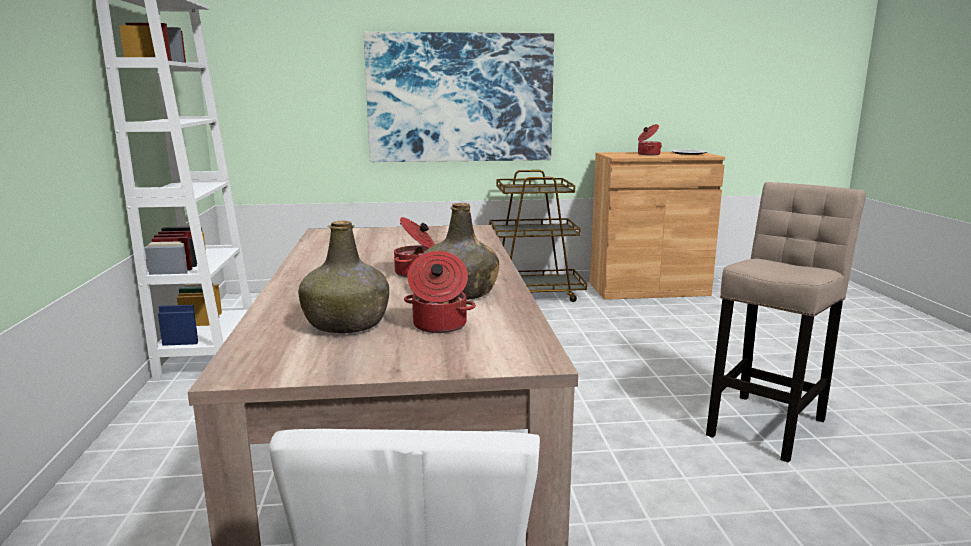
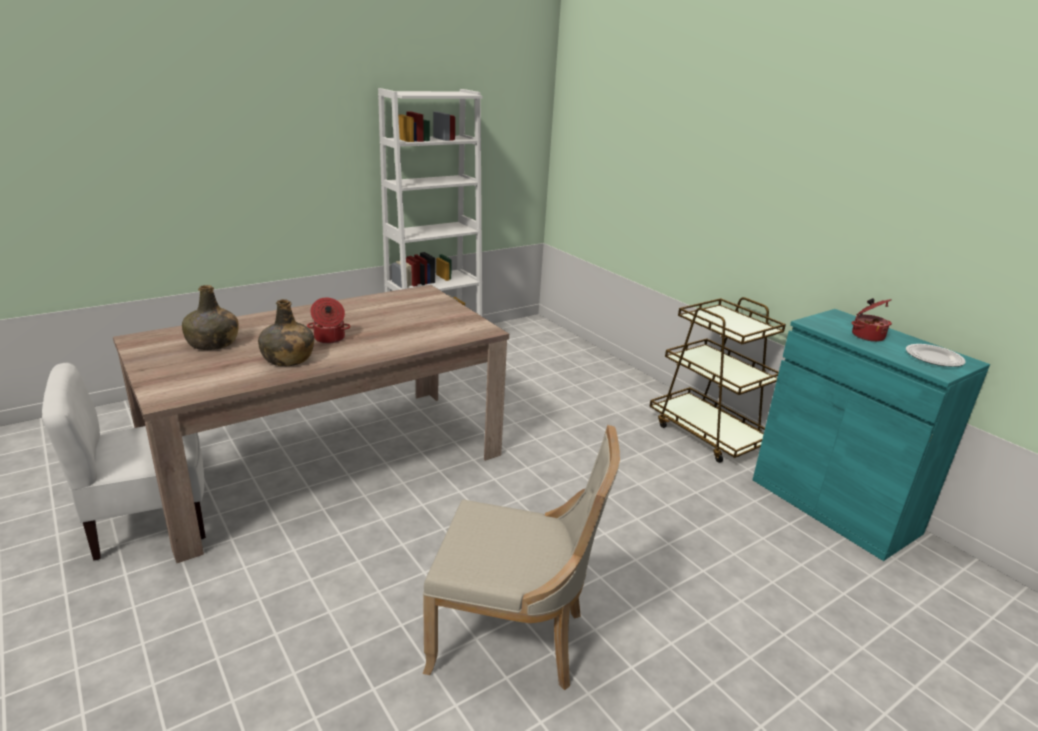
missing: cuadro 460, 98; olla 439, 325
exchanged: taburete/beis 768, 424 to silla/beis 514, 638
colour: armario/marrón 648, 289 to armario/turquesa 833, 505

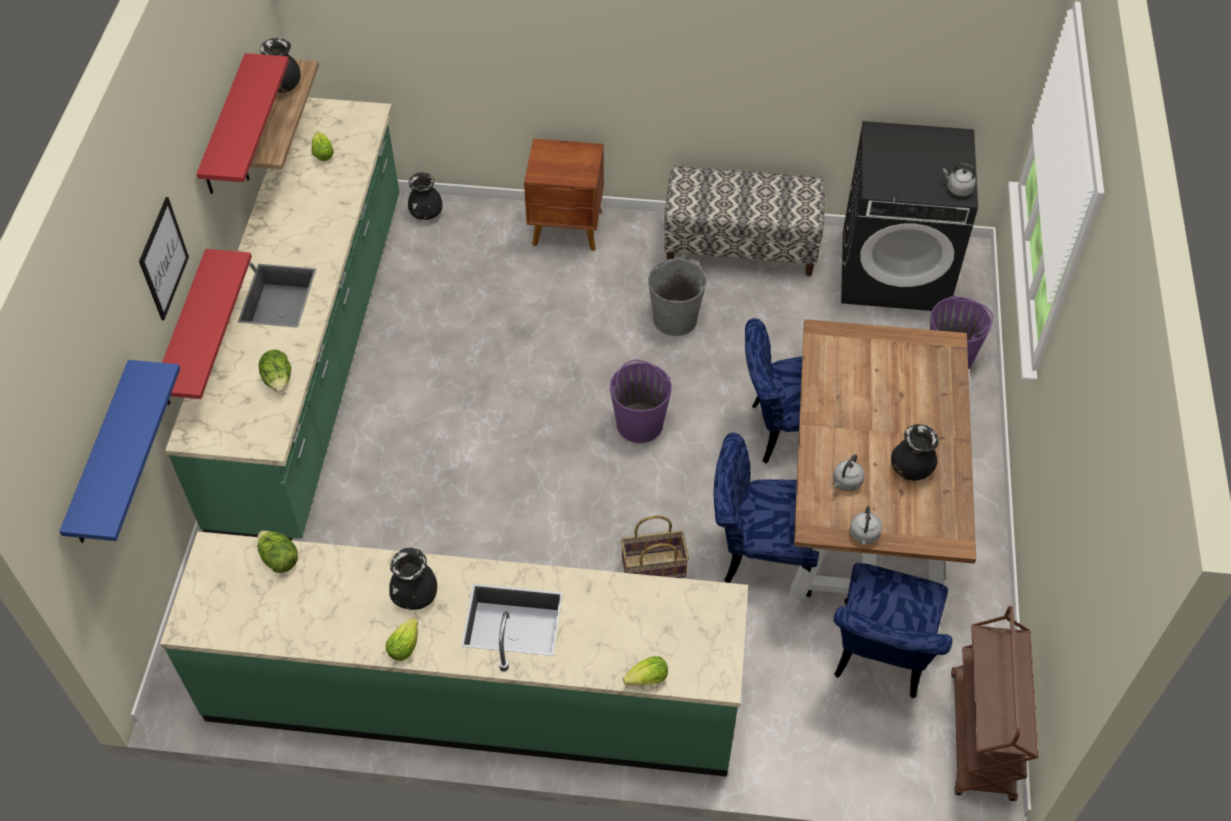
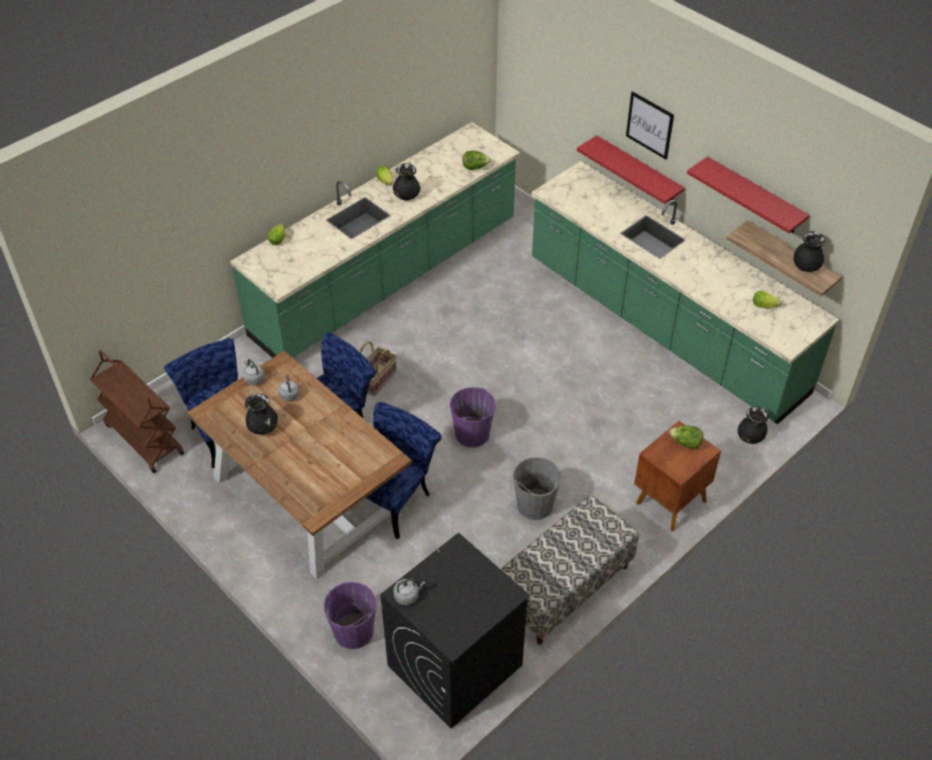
missing: estante/azul 102, 456
relocated: lechuga 278, 380 to 685, 443

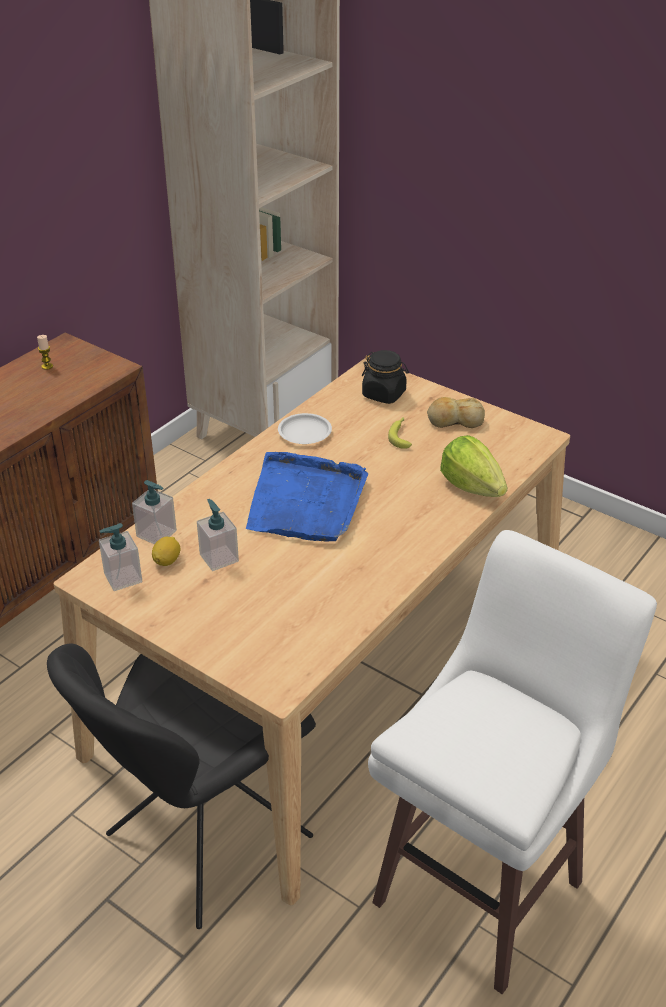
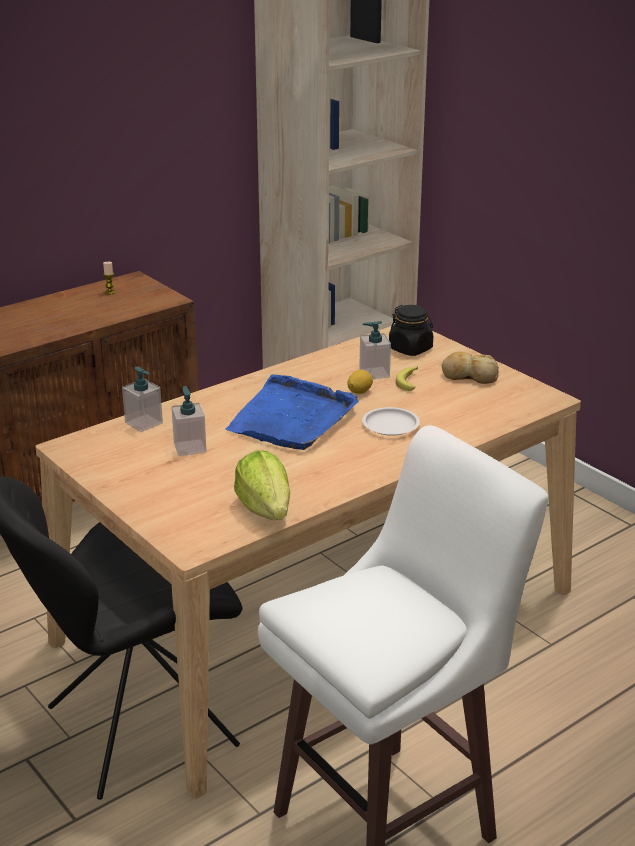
relocated: dispensador de jabón 123, 578 to 374, 373; limón 167, 560 to 359, 391; plato/blanco 305, 432 to 391, 425; lechuga 472, 486 to 266, 509

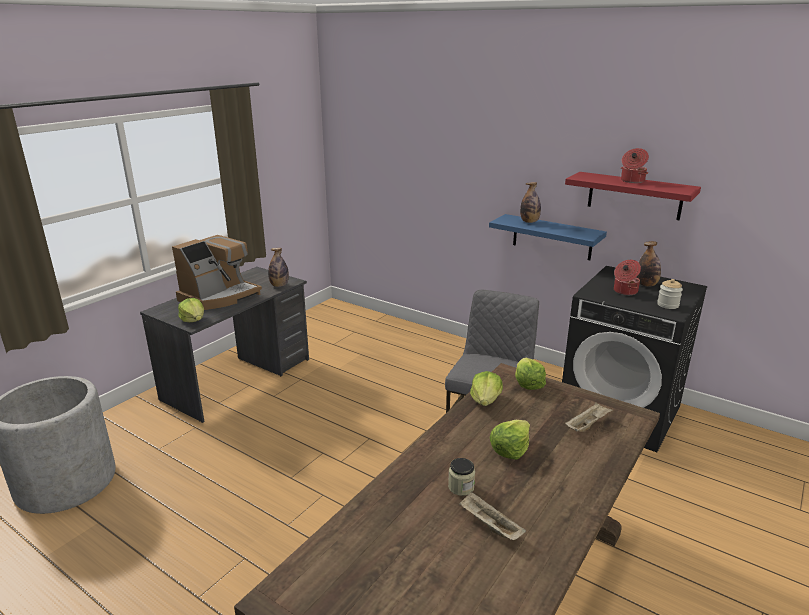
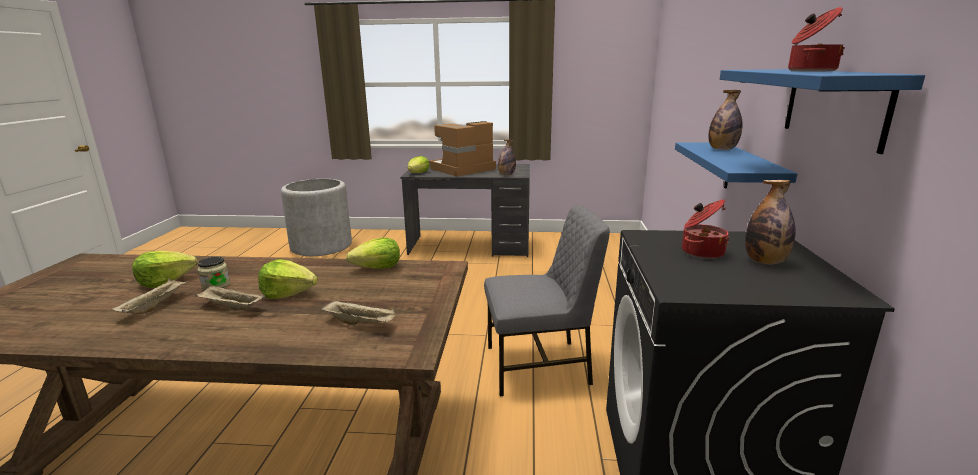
missing: tarro 667, 305
appeared: bandeja/beis 230, 307
relocated: lechuga 528, 383 to 165, 281
colour: estante/rojo 634, 196 to estante/azul 834, 106
spun: cafetera 219, 296 = 462, 169 135 degrees clockwise

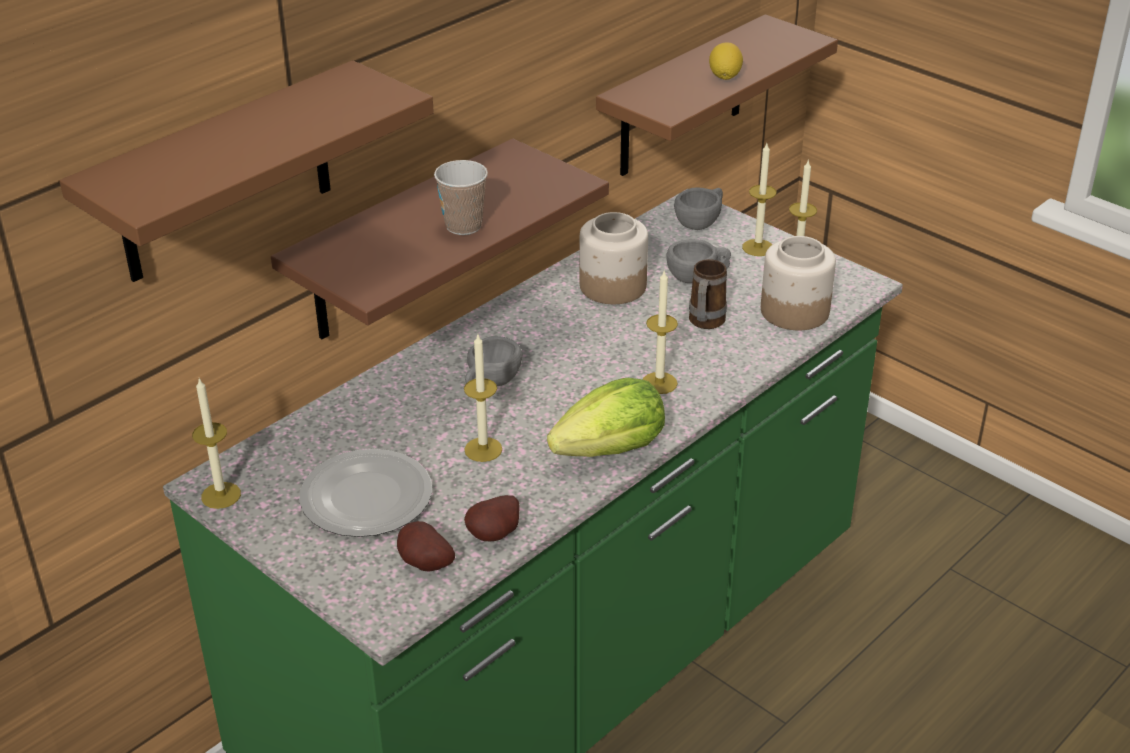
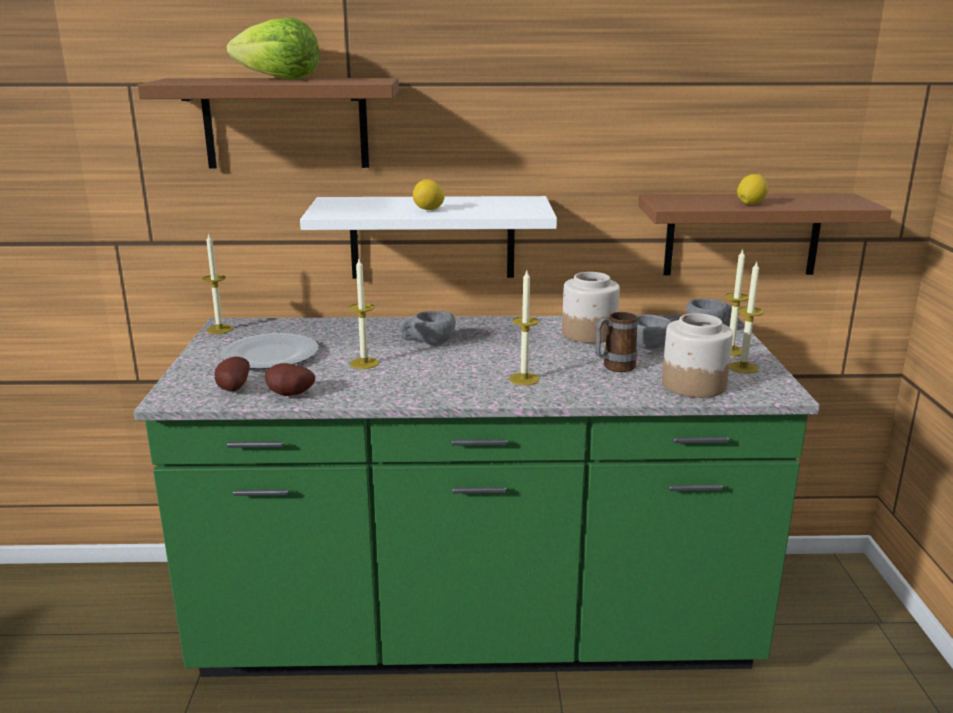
relocated: lechuga 611, 450 to 279, 79
exchanged: taza 463, 226 to limón 429, 210
colour: estante/marrón 402, 243 to estante/blanco 432, 237

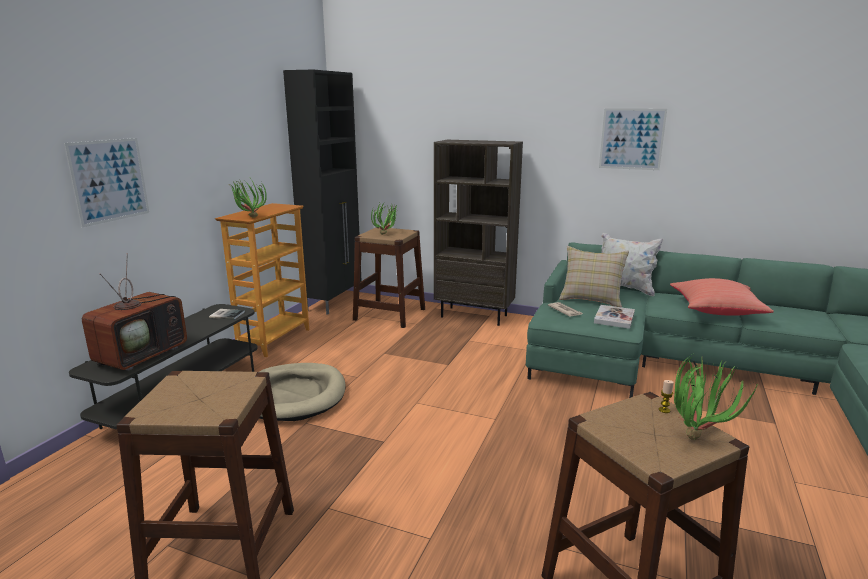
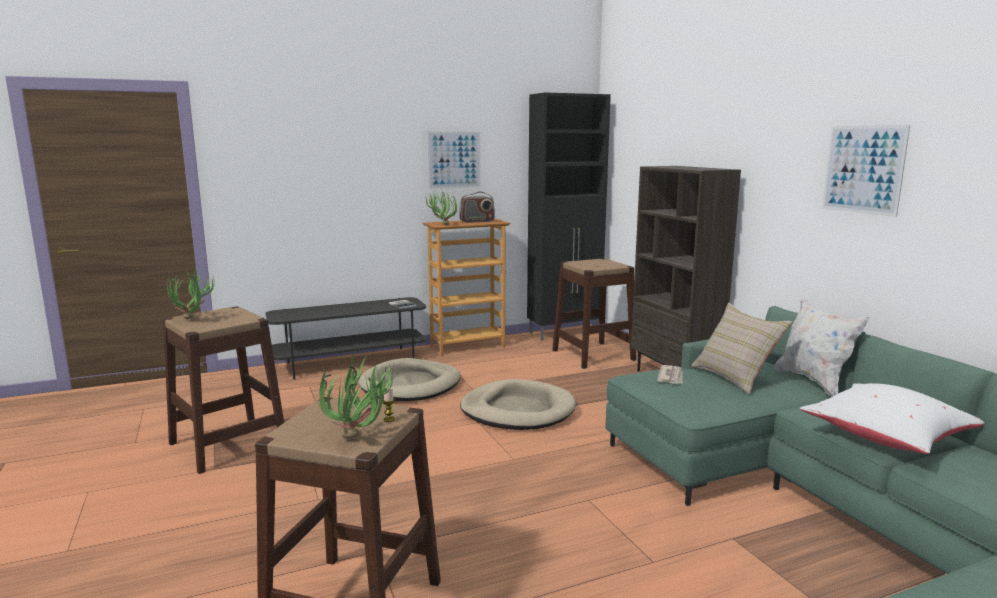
missing: televisor 142, 354; libro 614, 318
appeared: radio 477, 221; cama para perro/beis 517, 410
relocated: cuadro 109, 180 to 454, 160; planta en maceta 387, 234 to 192, 320
colour: cojín/rojo 716, 312 to cojín/blanco 884, 439

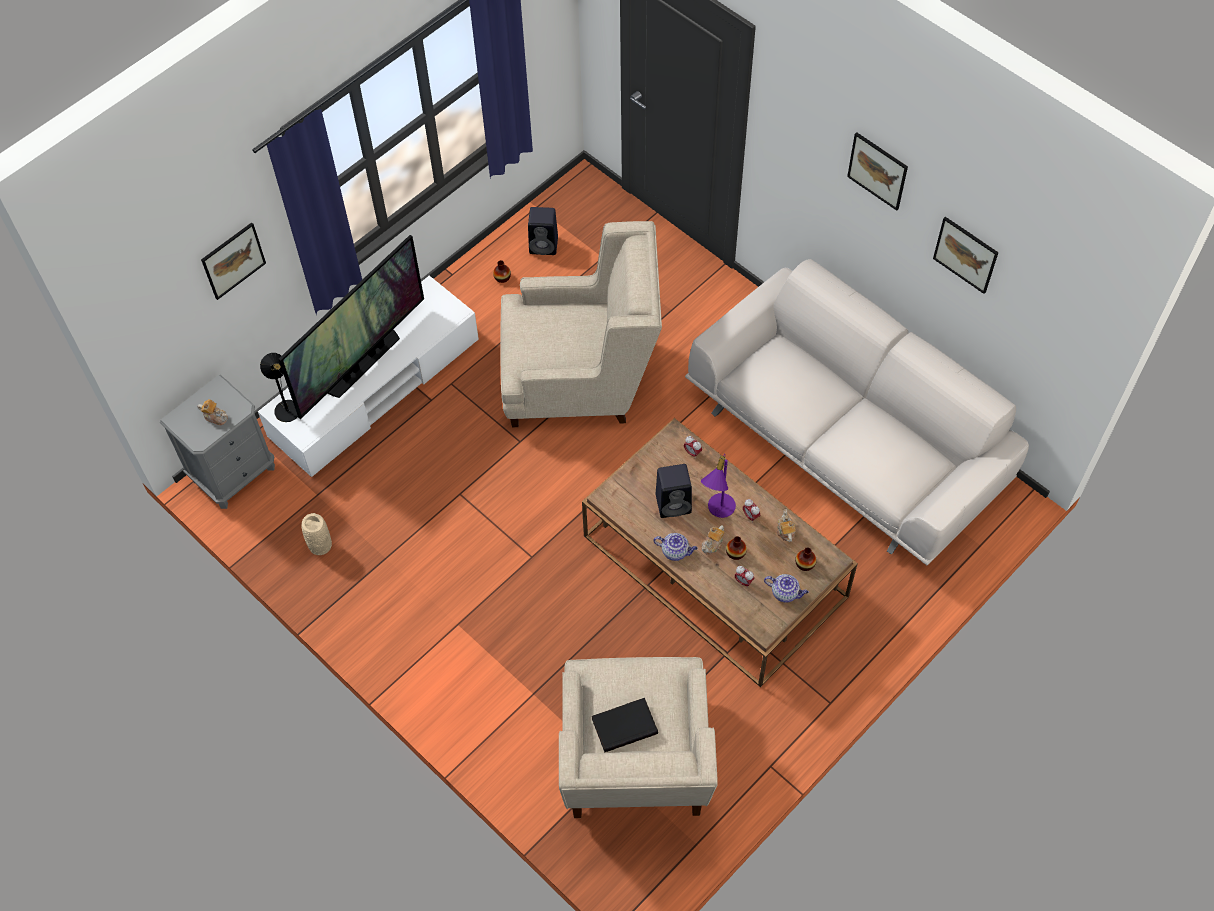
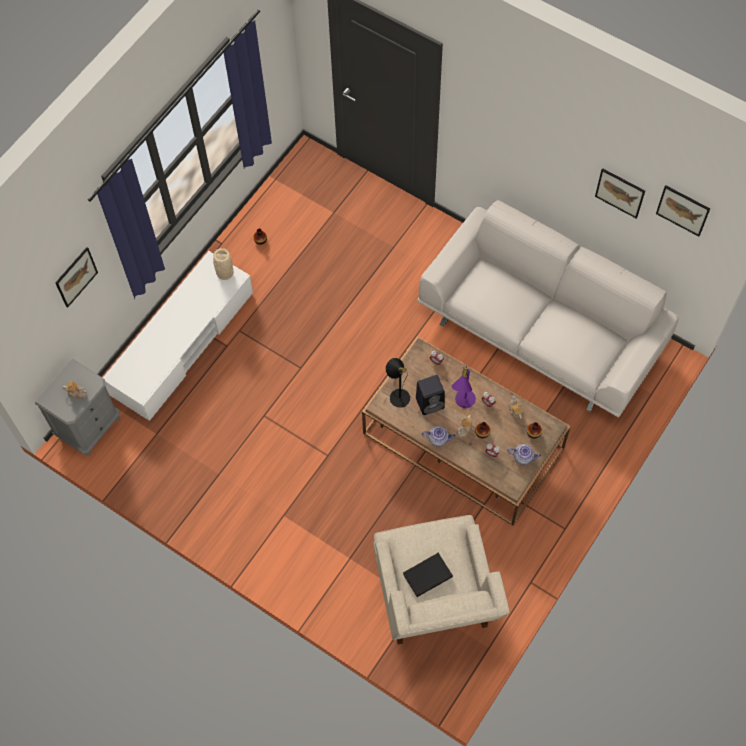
missing: televisor 362, 363; sillón/beis 581, 379; altavoz/negro 545, 245
relocated: lámpara de mesa/negro 286, 406 to 398, 394; florero/beis 320, 545 to 224, 273; cuadro 877, 170 to 683, 210

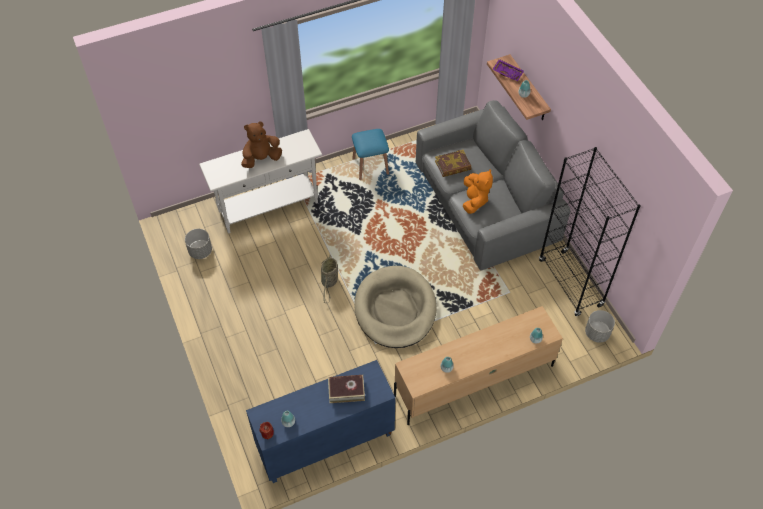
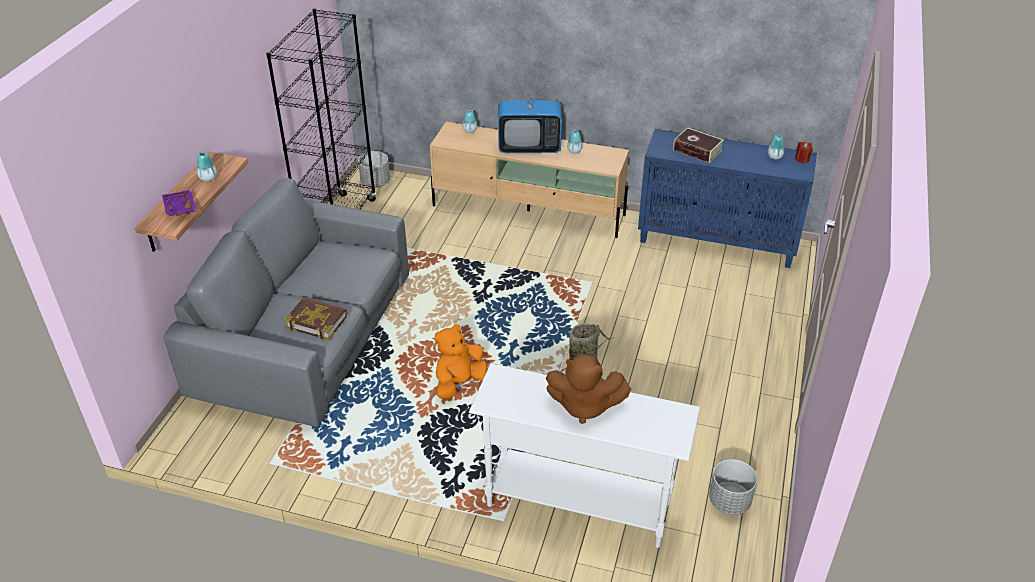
missing: taburete/azul 370, 166; cama para perro/beis 395, 309
appeared: televisor 529, 147
relocated: peluche/naranja 474, 200 to 459, 383

